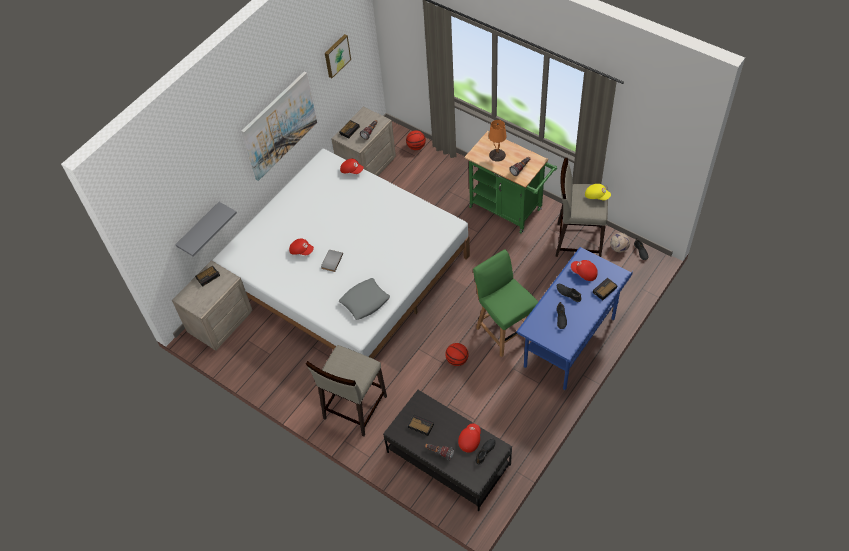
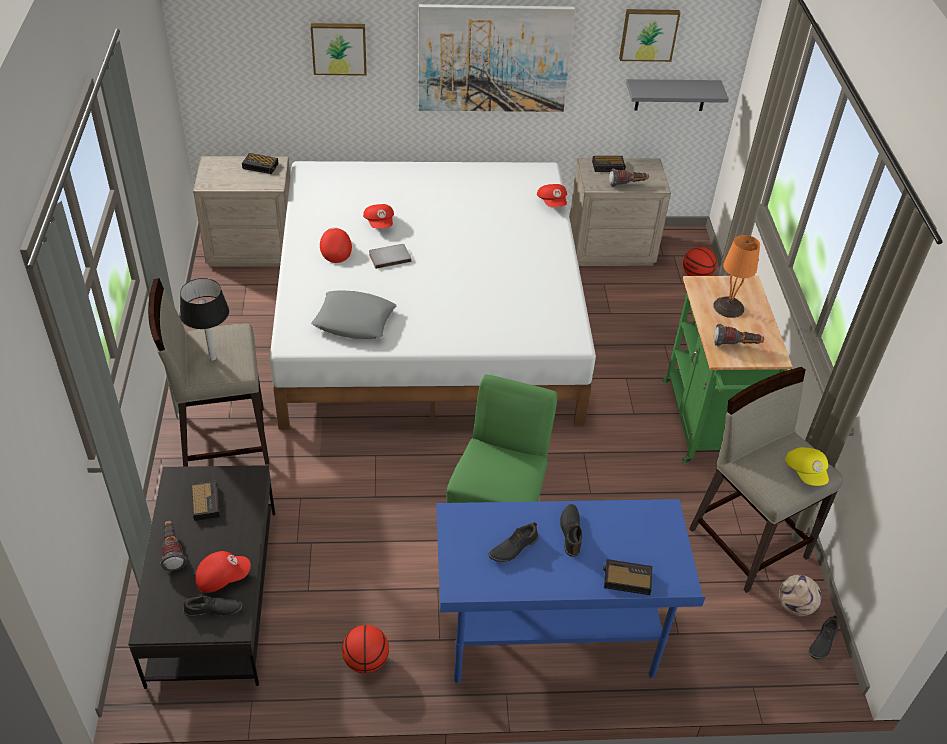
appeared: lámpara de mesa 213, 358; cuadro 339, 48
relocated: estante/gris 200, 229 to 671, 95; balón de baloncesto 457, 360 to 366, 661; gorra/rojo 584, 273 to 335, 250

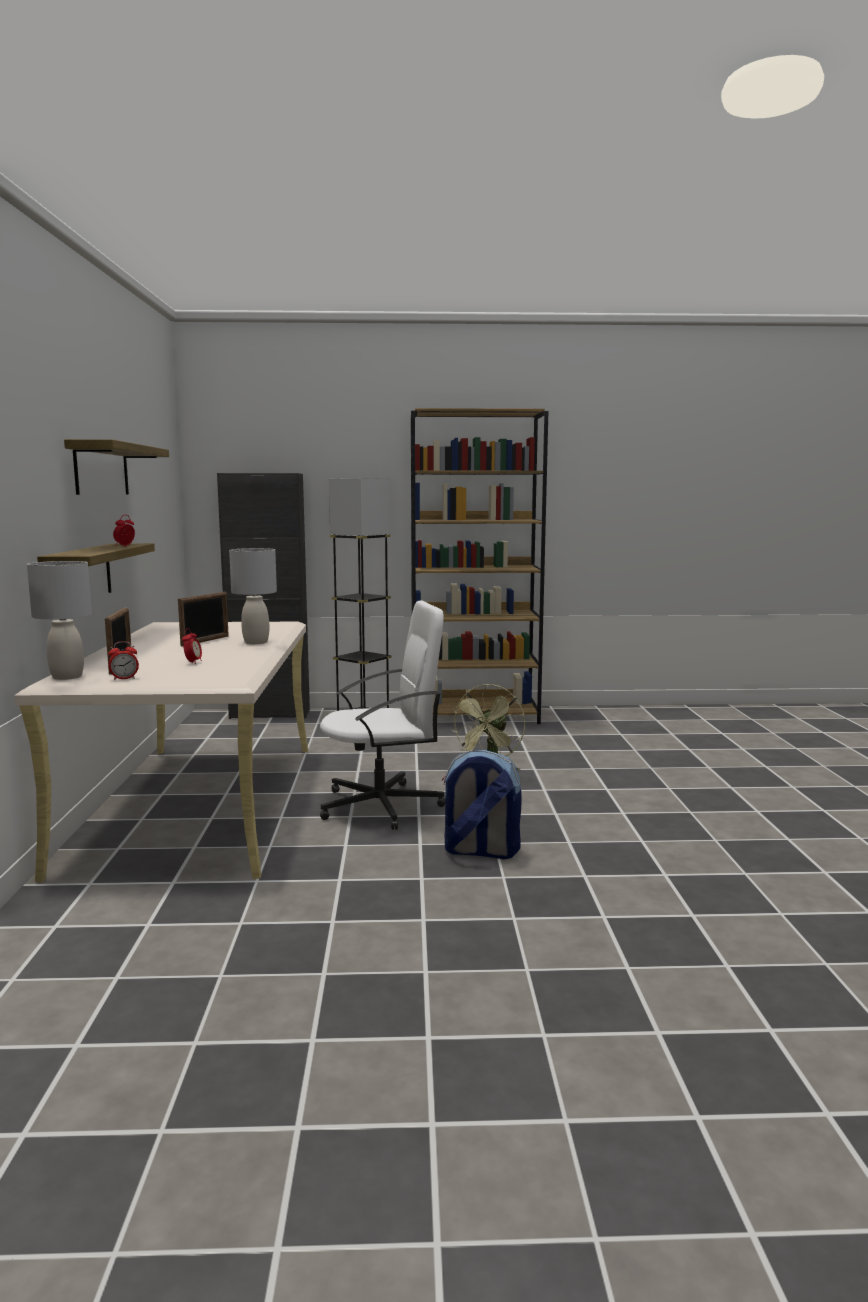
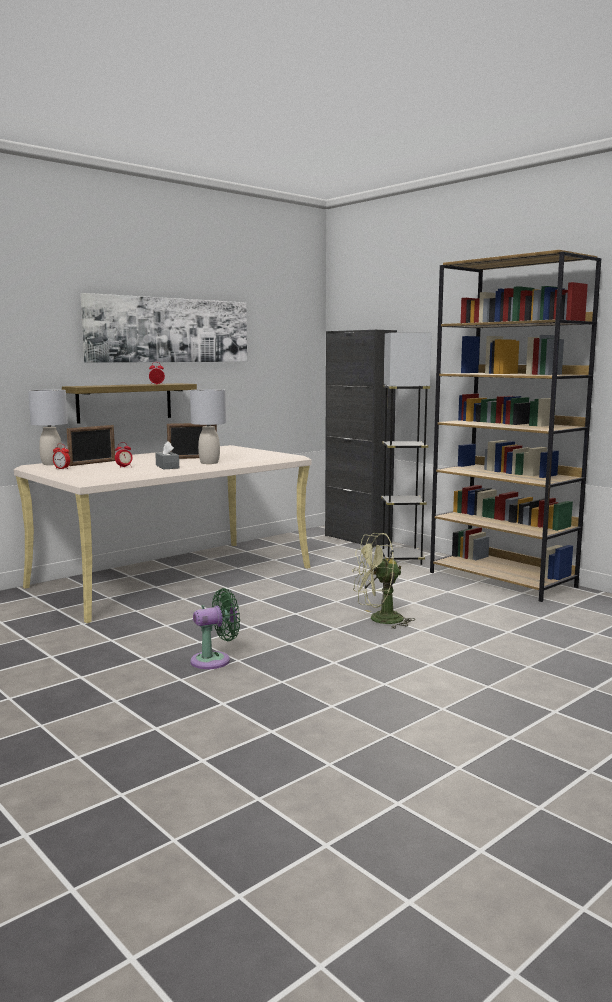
missing: silla de oficina/blanco 382, 805
appeared: caja de pañuelos/gris 167, 467
exchanged: estante 102, 469 to cuadro 169, 330; mochila 479, 851 to ventilador/verde 215, 660

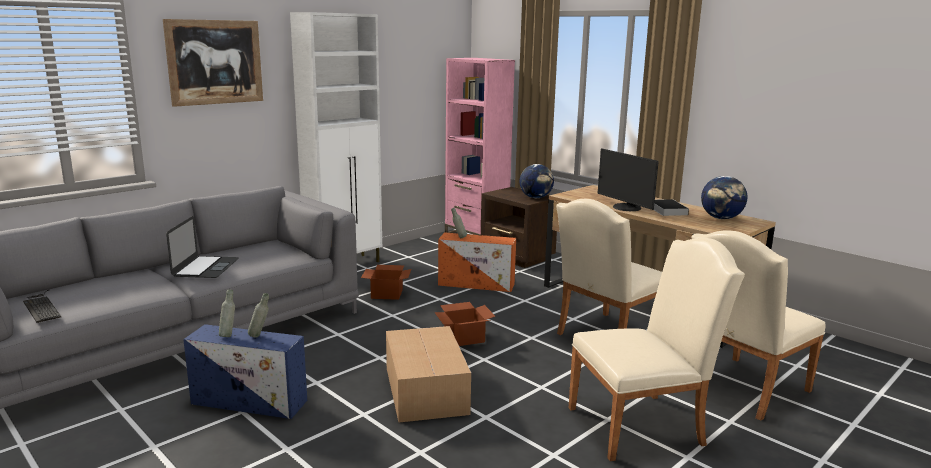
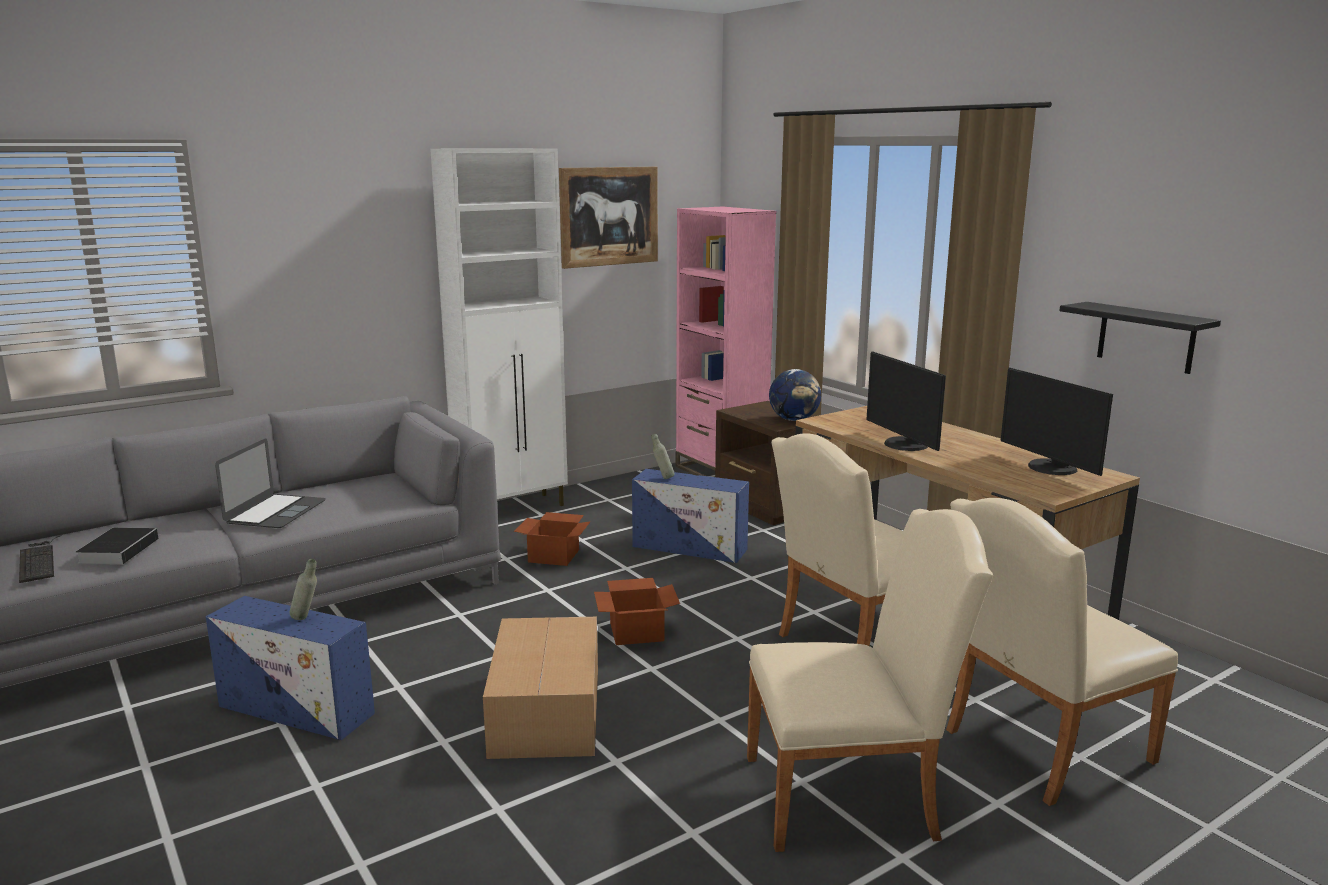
missing: botella/gris 228, 335
appeared: estante/negro 1146, 337
relocated: cuadro 215, 62 to 609, 216; libro 666, 210 to 119, 550
exchanged: globo terráqueo 721, 218 to monitor 1050, 468
colour: caja de almacenaje/naranja 477, 284 to caja de almacenaje/azul 691, 548

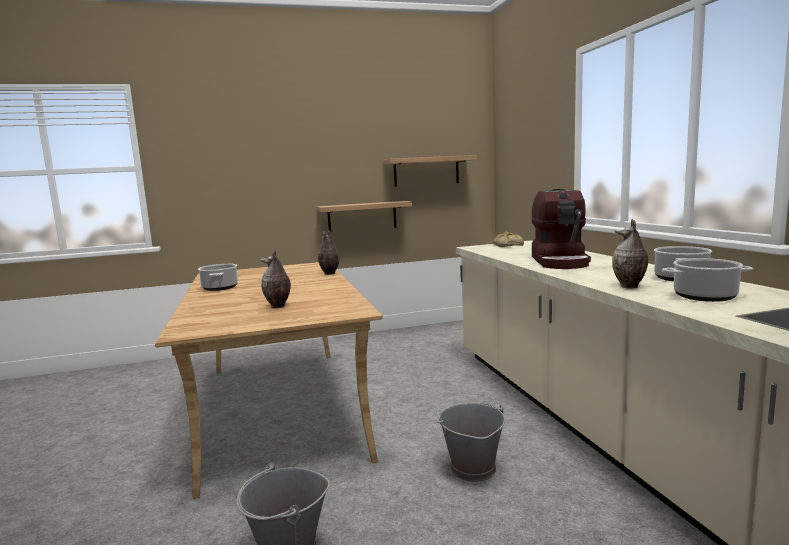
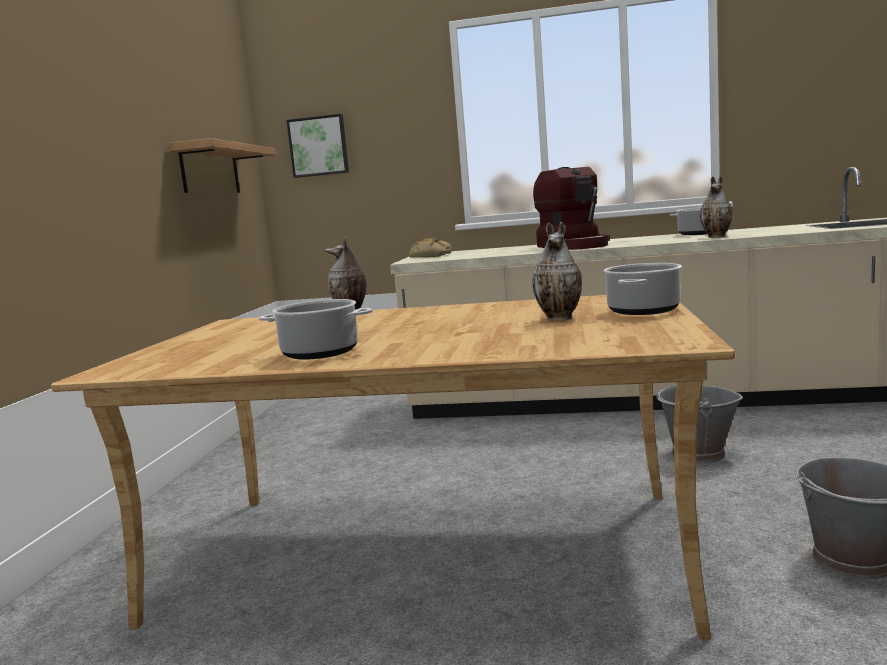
missing: estante 362, 216
appeared: cuadro 319, 146
relocated: olla 705, 296 to 643, 310
spun: cafetera 561, 261 = 574, 246 45 degrees clockwise

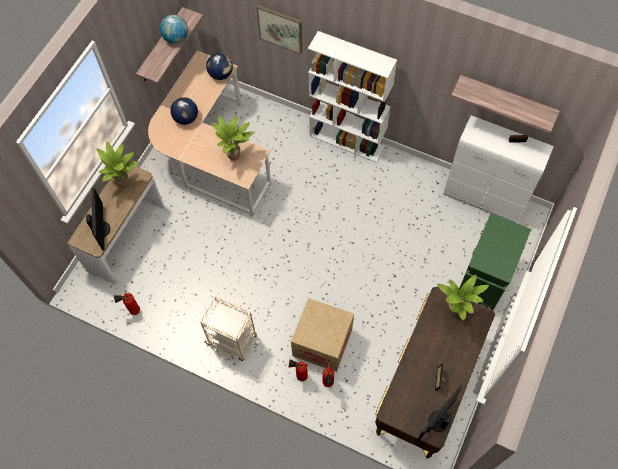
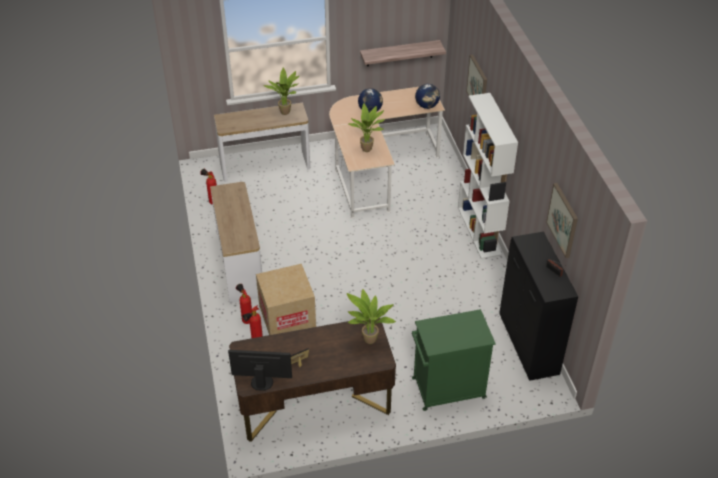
missing: monitor 101, 229; globo terráqueo 176, 38
exchanged: carrito/beis 232, 340 to mesa consola 239, 265; estante 506, 99 to cuadro 563, 220
colour: armario/blanco 484, 198 to armario/negro 528, 346

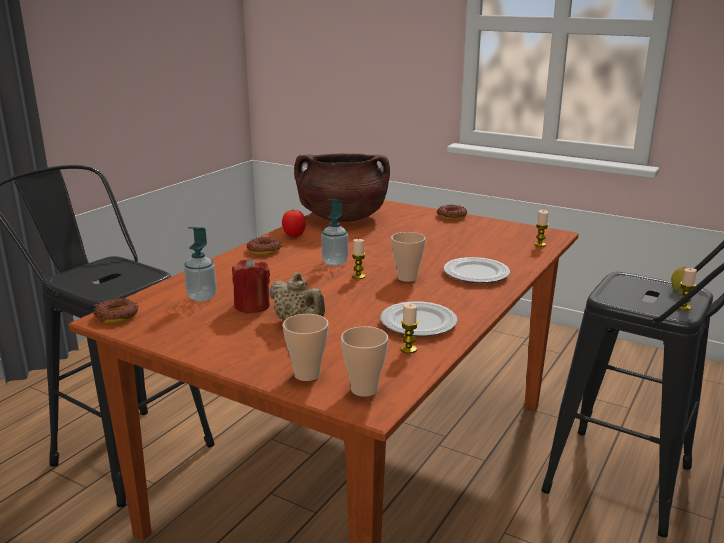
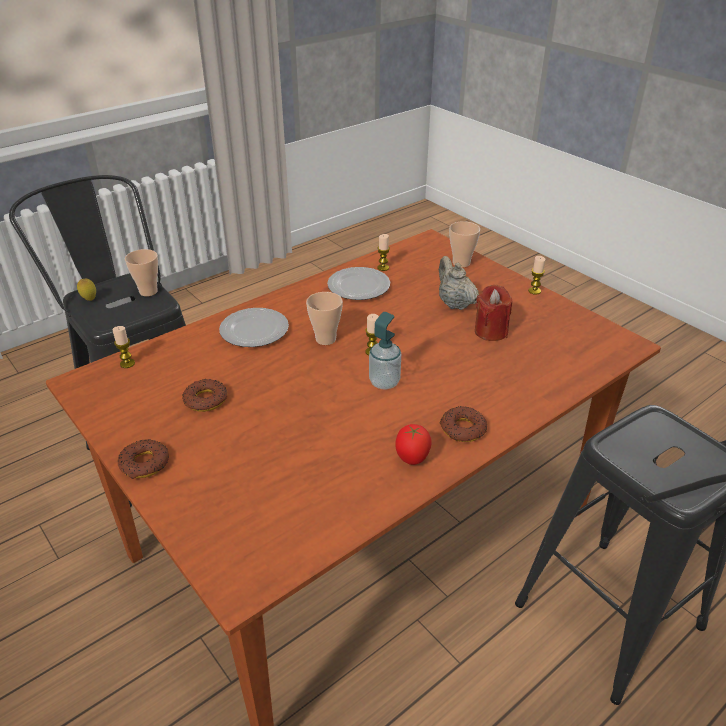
missing: dispensador de jabón 202, 297; olla/marrón 342, 218
relocated: rosquilla 116, 316 to 206, 400; taza 364, 389 to 148, 291; vela 683, 307 to 534, 291

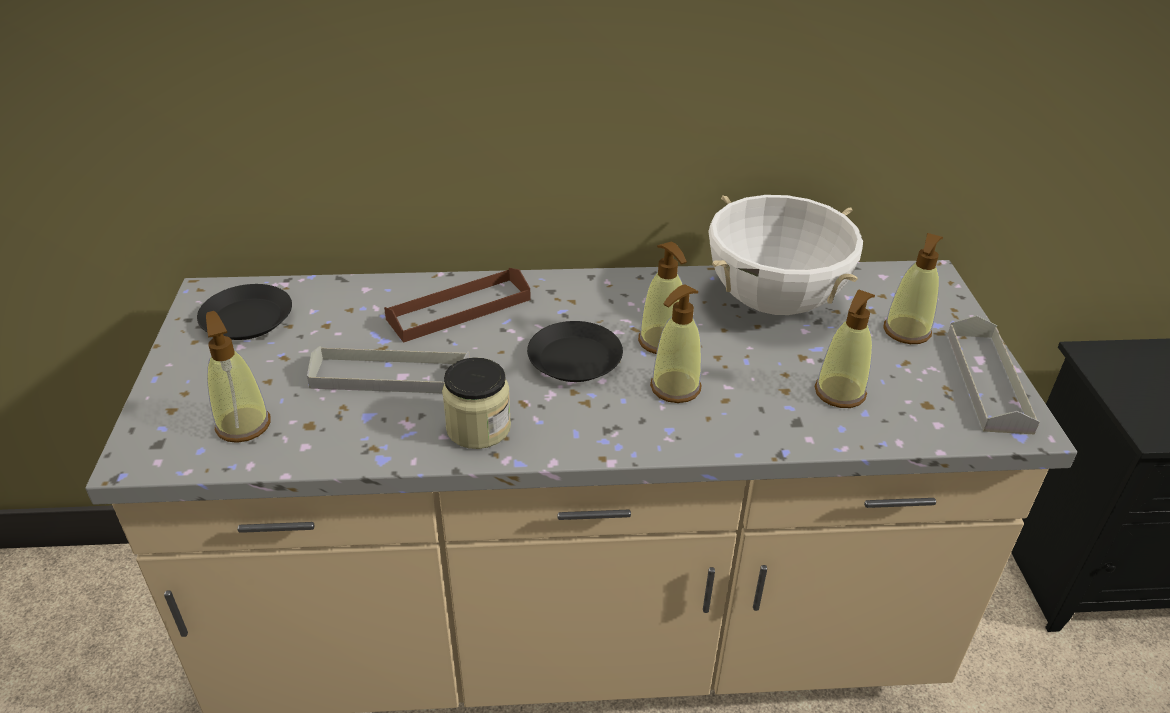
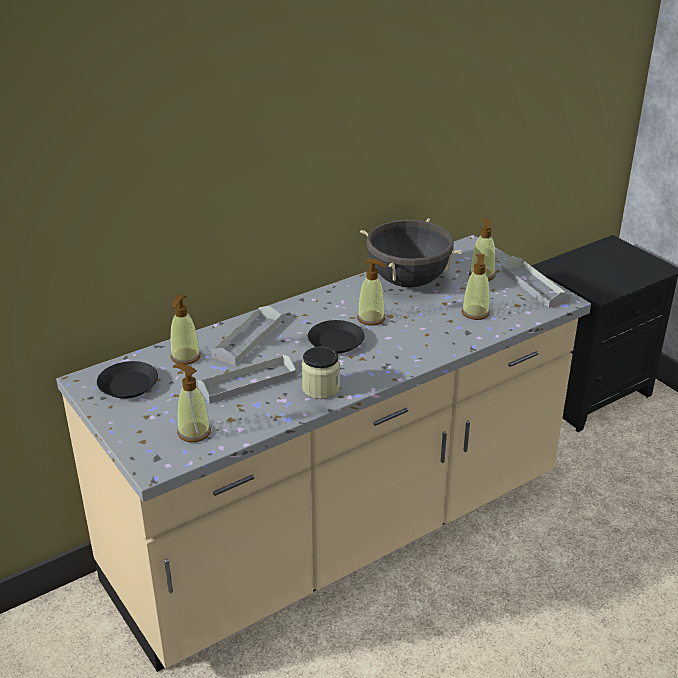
relocated: dispensador de jabón 675, 387 to 185, 357
colour: bandeja/marrón 459, 309 to bandeja/gris 247, 339; olla/blanco 774, 301 to olla/negro 408, 281

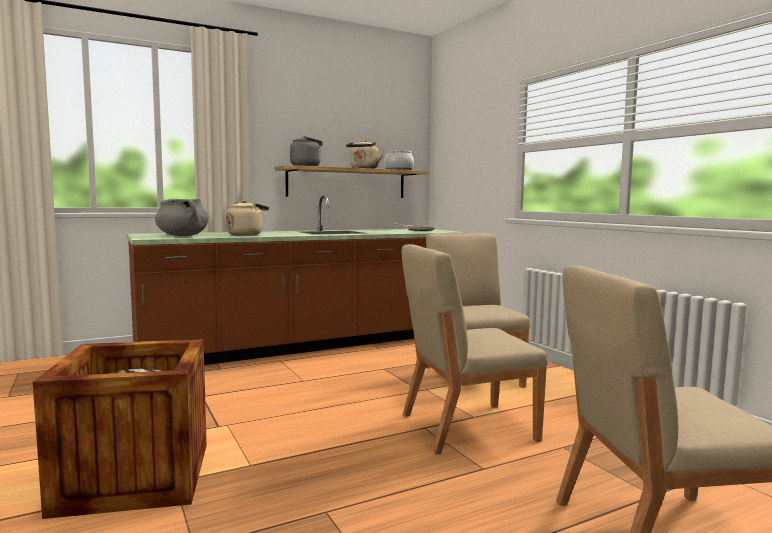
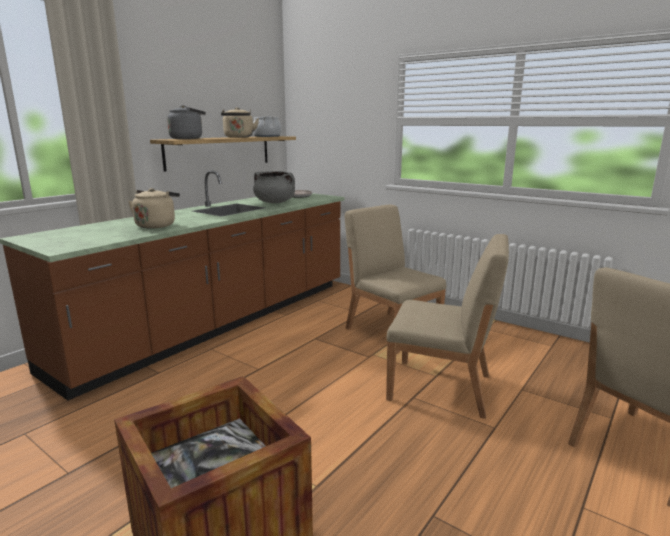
relocated: olla/gris 183, 236 to 275, 202
spun: silla/beis 466, 427 = 441, 388 120 degrees counterclockwise

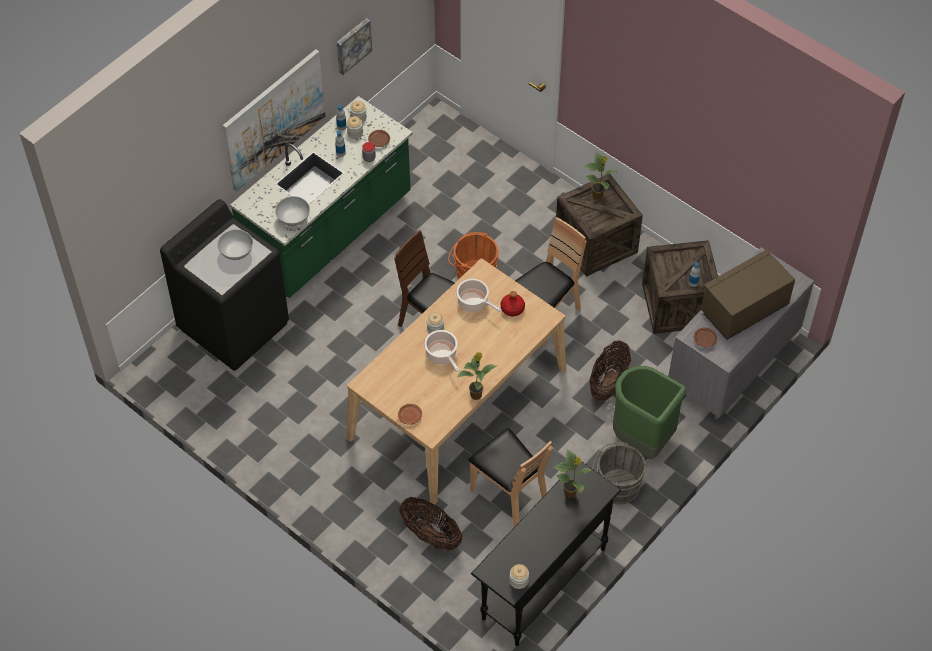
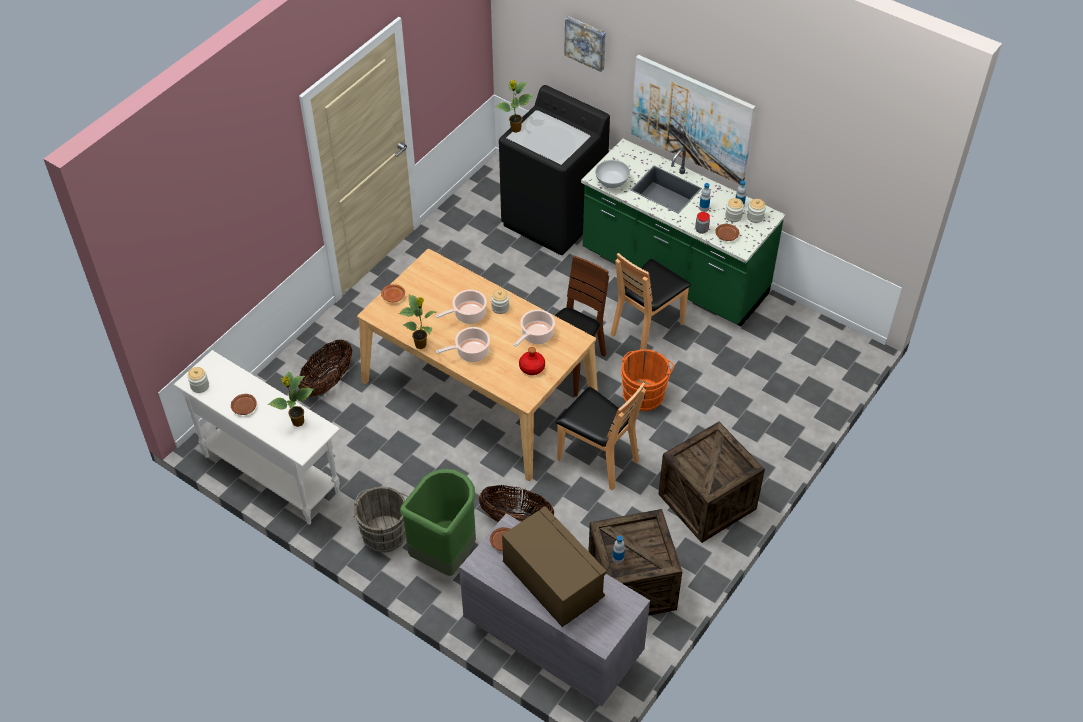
missing: cuenco/blanco 236, 252
appeared: plato/marrón 244, 407; olla 470, 352
relocated: cuadro 352, 45 to 586, 42; silla/marrón 509, 495 to 647, 328; planta en maceta 598, 196 to 515, 129
colour: mesa consola/negro 543, 583 to mesa consola/blanco 271, 474

